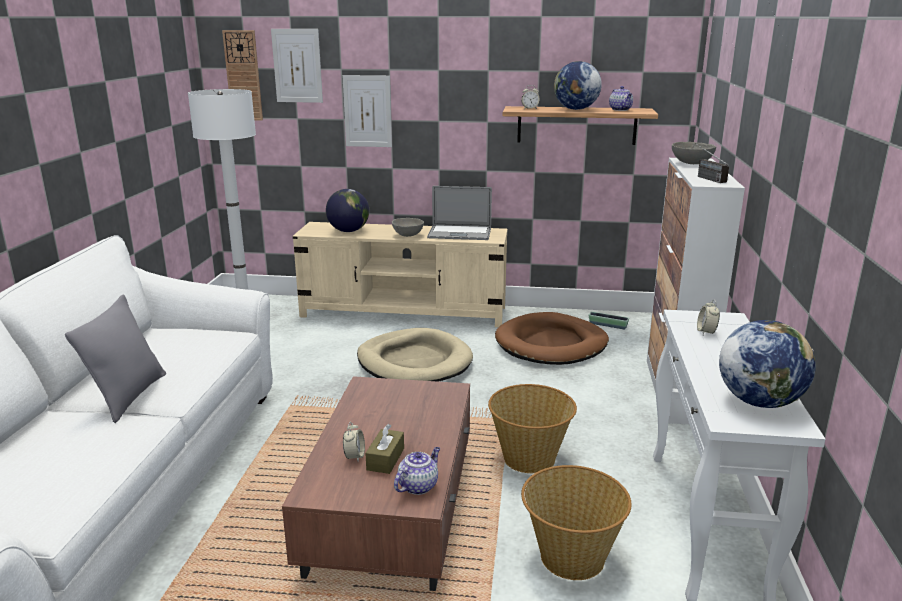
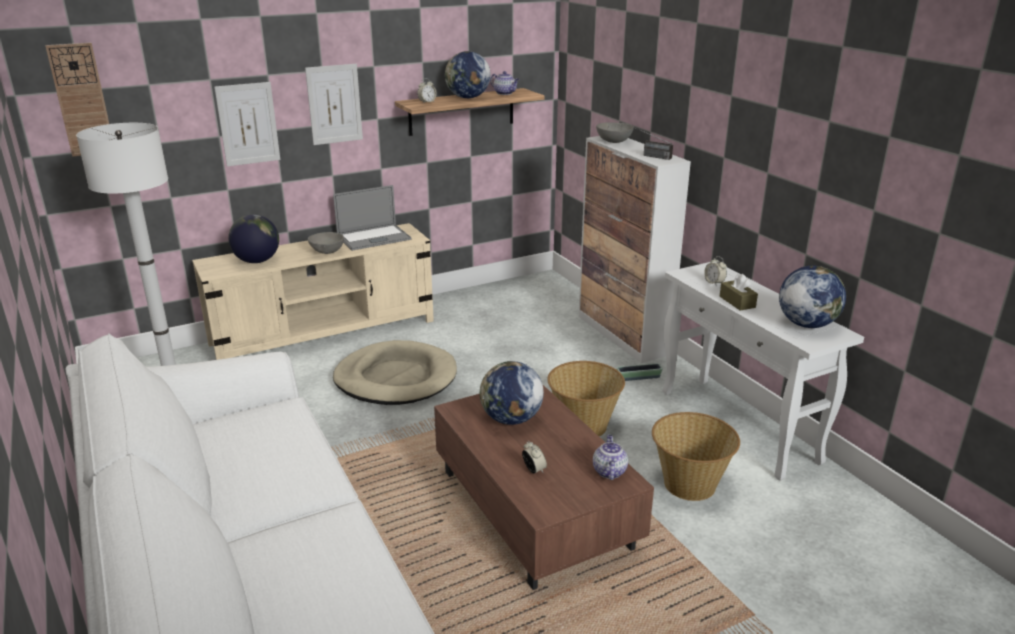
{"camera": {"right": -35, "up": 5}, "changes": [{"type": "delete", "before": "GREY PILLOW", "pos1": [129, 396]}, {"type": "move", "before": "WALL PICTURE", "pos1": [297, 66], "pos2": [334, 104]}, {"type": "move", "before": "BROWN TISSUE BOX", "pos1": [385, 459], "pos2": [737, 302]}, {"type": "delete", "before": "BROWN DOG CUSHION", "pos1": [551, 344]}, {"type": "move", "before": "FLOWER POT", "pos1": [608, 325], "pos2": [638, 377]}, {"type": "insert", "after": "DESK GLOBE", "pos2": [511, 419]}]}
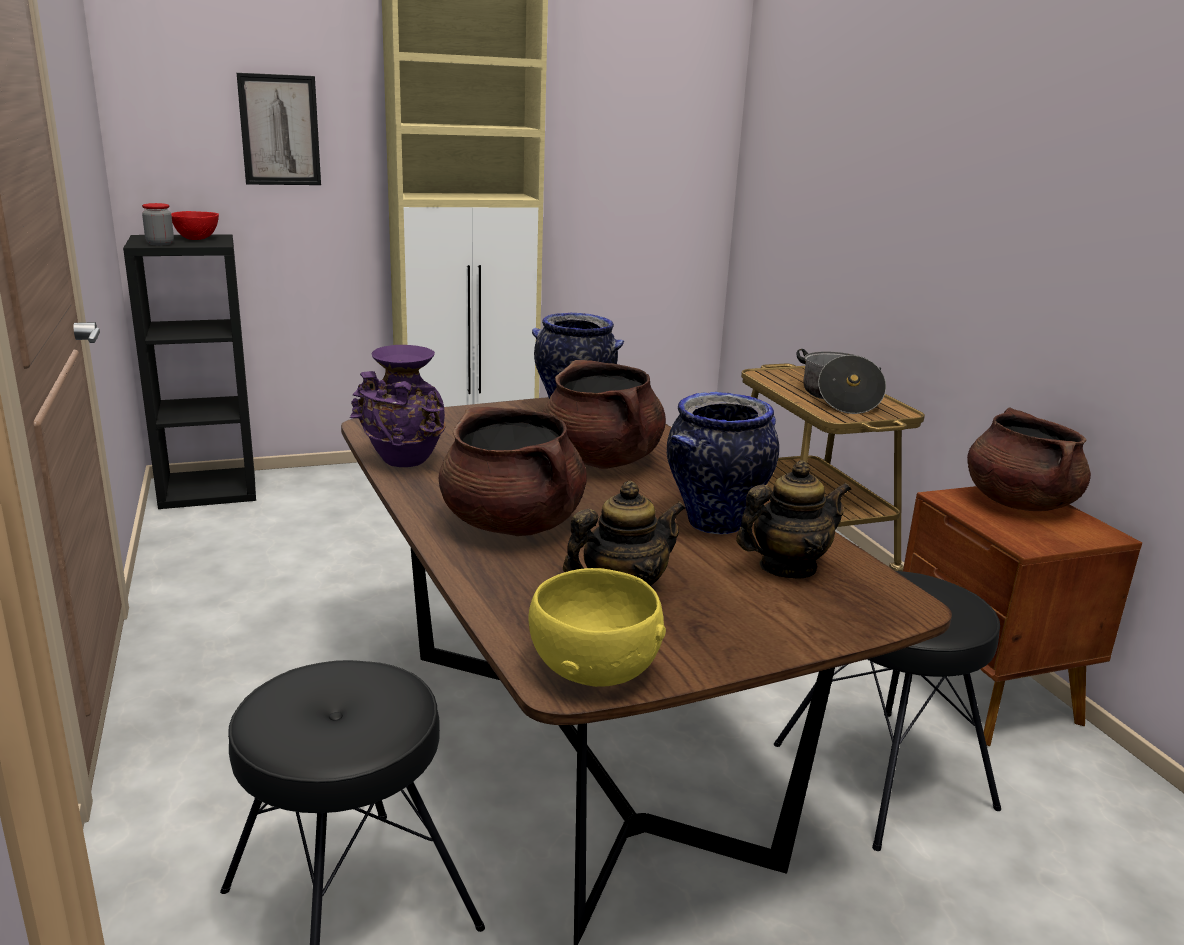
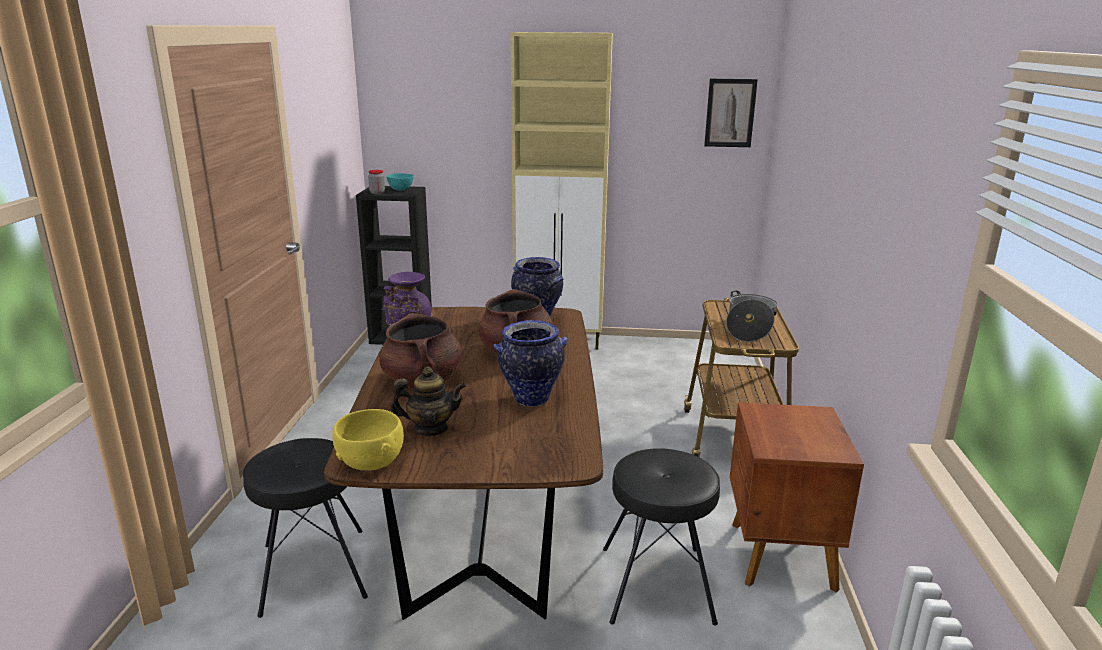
{"camera": {"right": 25, "up": 0}, "changes": [{"type": "recolor", "before": "RED-COLOURED SERVING BOWL", "after": "TURQUOISE SERVING BOWL", "pos1": [197, 239], "pos2": [401, 190]}, {"type": "move", "before": "WALL PICTURE", "pos1": [280, 130], "pos2": [730, 113]}, {"type": "delete", "before": "POT FOR TEA", "pos1": [787, 567]}, {"type": "delete", "before": "BROWN SAUCEPOT", "pos1": [1018, 502]}]}
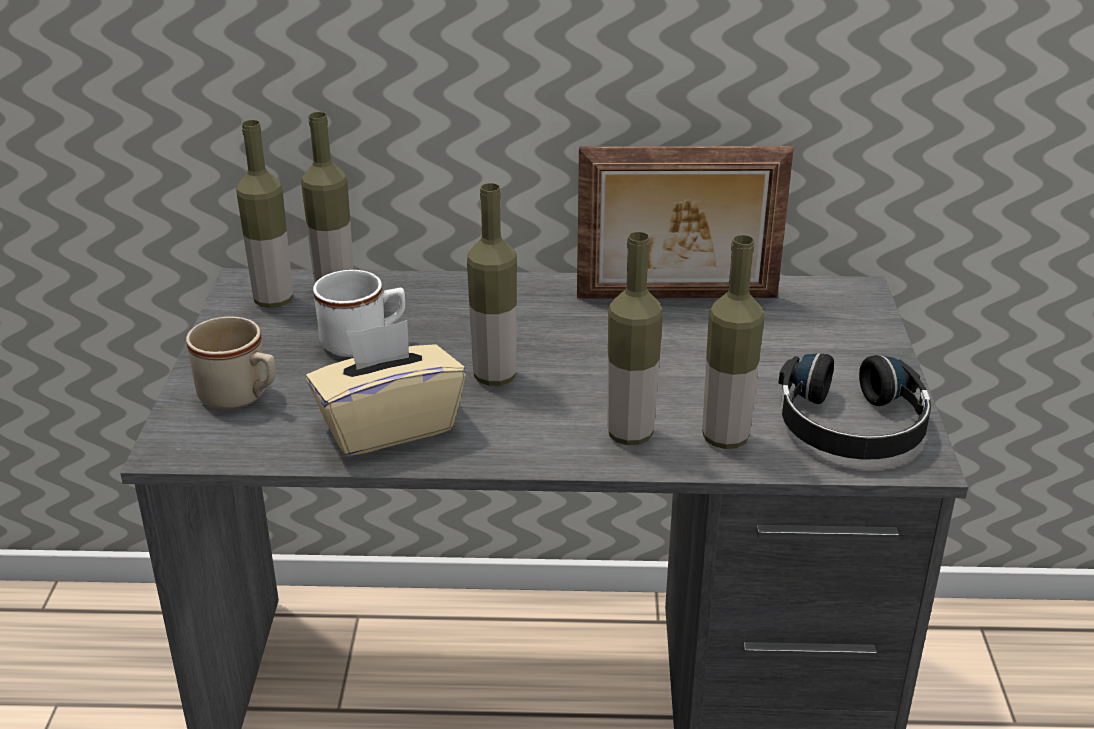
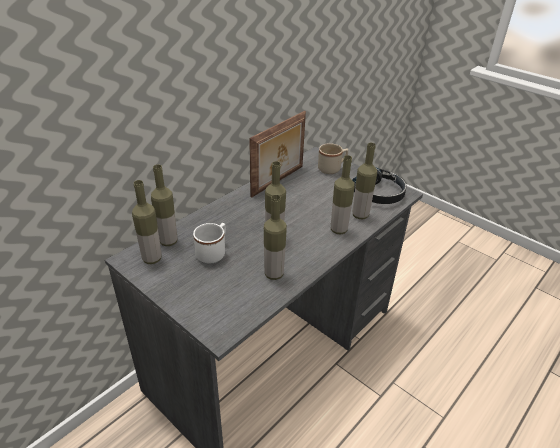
{"camera": {"right": -50, "up": 5}, "changes": [{"type": "move", "before": "BEIGE MUG", "pos1": [241, 397], "pos2": [332, 168]}, {"type": "replace", "before": "BEIGE TISSUE BOX", "after": "BOTTLE", "pos1": [388, 426], "pos2": [274, 274]}]}
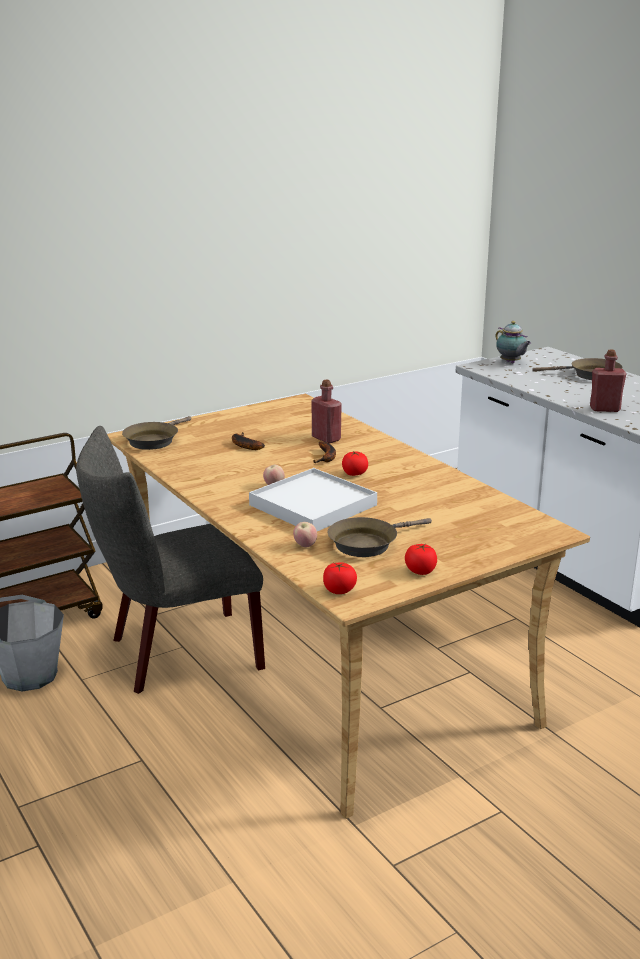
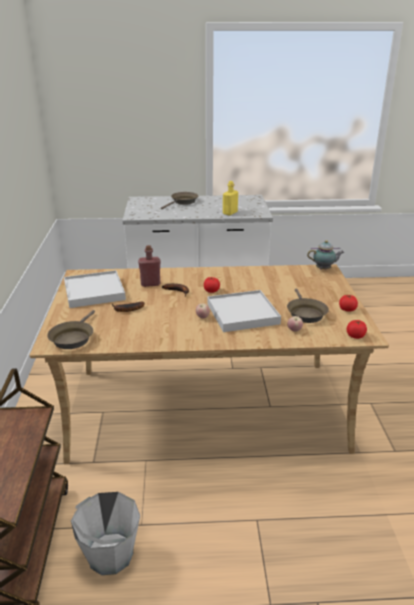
{"camera": {"right": -60, "up": 5}, "changes": [{"type": "delete", "before": "GREY PLAIN CHAIR", "pos1": [176, 654]}, {"type": "rotate", "before": "BROWN FRYING PAN", "pos1": [154, 440], "pos2": [73, 338], "turn": 45}, {"type": "move", "before": "POT FOR TEA", "pos1": [511, 363], "pos2": [324, 269]}, {"type": "recolor", "before": "RED-COLOURED BOTTLE", "after": "YELLOWISH BOTTLE", "pos1": [605, 409], "pos2": [230, 213]}, {"type": "insert", "after": "WHITISH CARRYING TRAY", "pos2": [94, 292]}]}
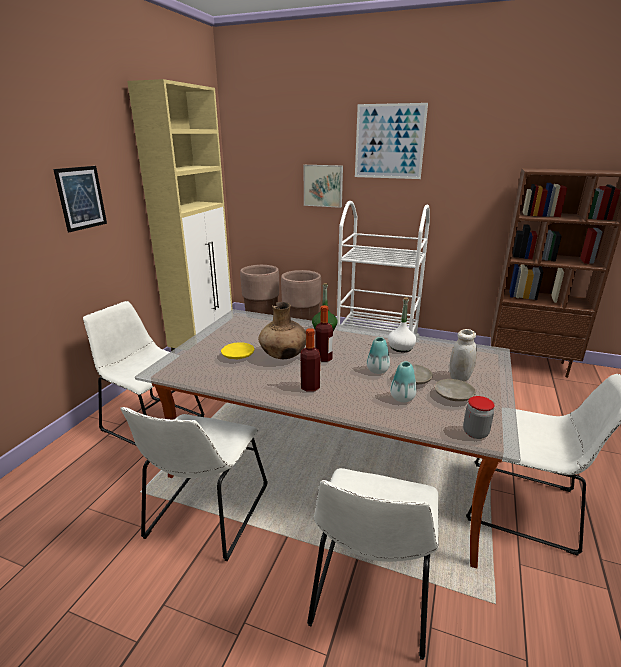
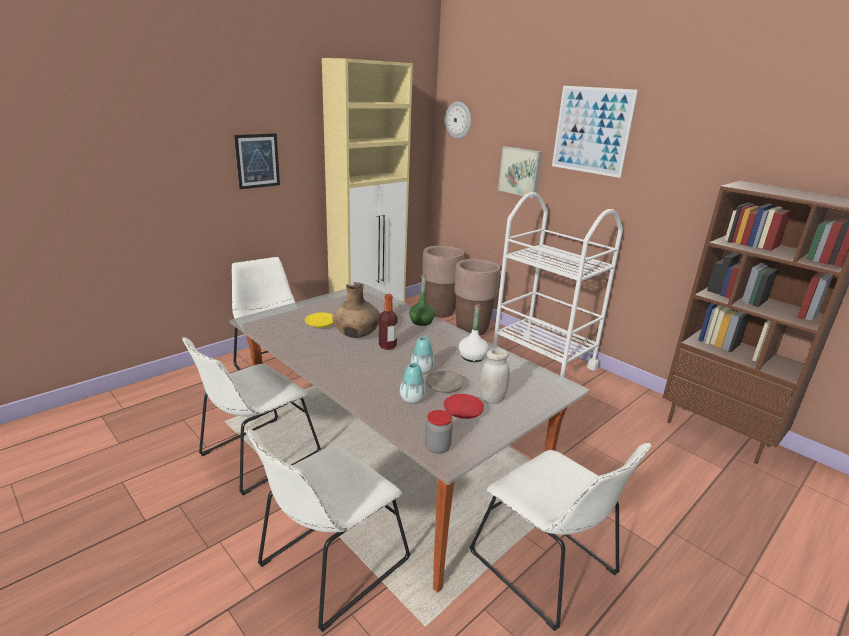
{"camera": {"right": 25, "up": 0}, "changes": [{"type": "delete", "before": "BOTTLE", "pos1": [310, 387]}, {"type": "recolor", "before": "BEIGE DINNER PLATE", "after": "RED-COLOURED DINNER PLATE", "pos1": [453, 395], "pos2": [462, 412]}, {"type": "insert", "after": "CLOCK ON THE WALL", "pos2": [458, 120]}]}
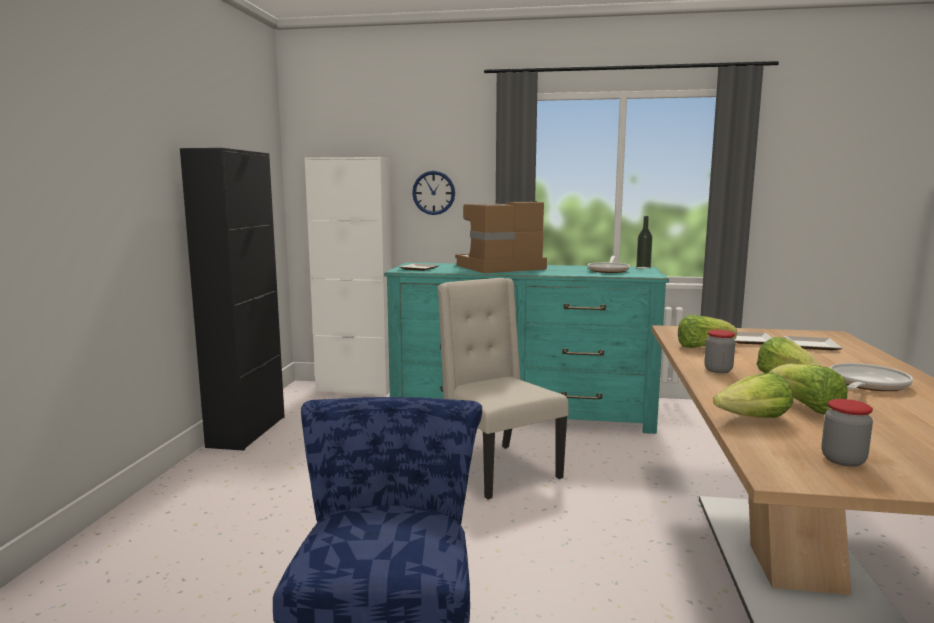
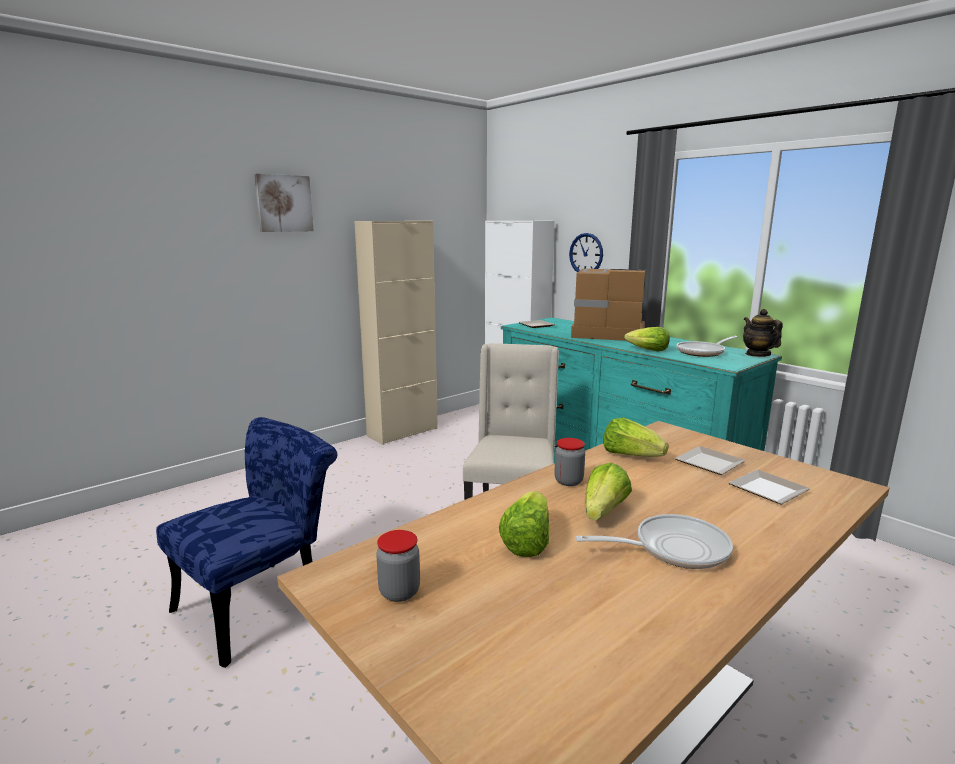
{"camera": {"right": 40, "up": 5}, "changes": [{"type": "recolor", "before": "BLACKISH CABINET", "after": "BEIGE CABINET", "pos1": [247, 431], "pos2": [402, 432]}, {"type": "replace", "before": "BOTTLE", "after": "POT FOR TEA", "pos1": [643, 268], "pos2": [757, 354]}, {"type": "move", "before": "LETTUCE HEAD", "pos1": [754, 419], "pos2": [647, 350]}, {"type": "insert", "after": "WALL PICTURE", "pos2": [284, 203]}]}
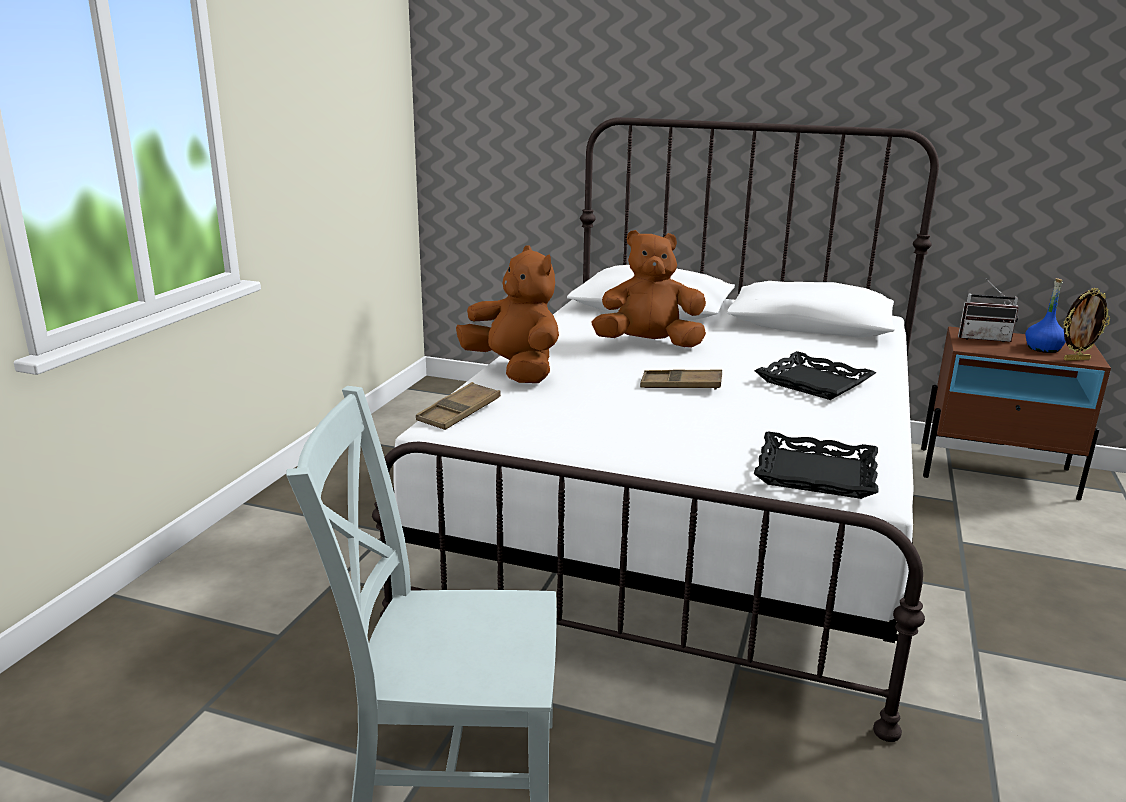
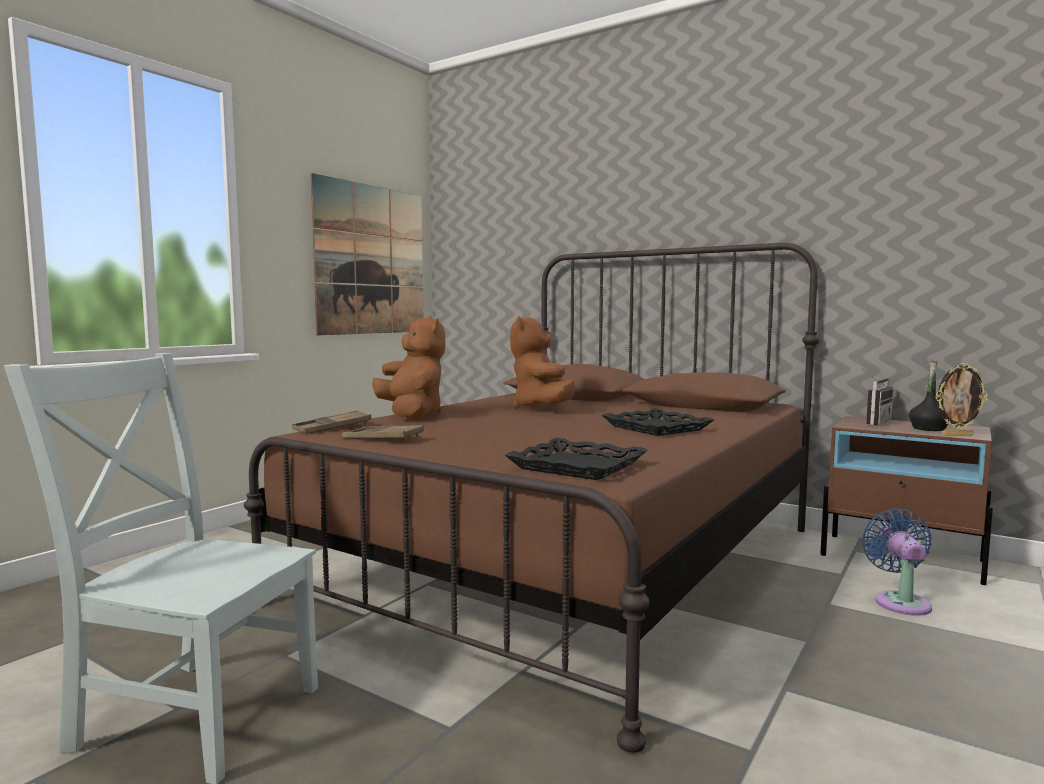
{"camera": {"right": 15, "up": -15}, "changes": [{"type": "recolor", "before": "WHITISH BED", "after": "BROWN BED", "pos1": [687, 515], "pos2": [569, 562]}, {"type": "rotate", "before": "BROWN SOFT TOY", "pos1": [648, 345], "pos2": [542, 408], "turn": -105}, {"type": "move", "before": "BROWN CARRYING TRAY", "pos1": [681, 385], "pos2": [382, 439]}, {"type": "rotate", "before": "RADIO RECEIVER", "pos1": [983, 338], "pos2": [872, 422], "turn": -75}, {"type": "recolor", "before": "BLUE-COLOURED BOTTLE", "after": "BLACKISH BOTTLE", "pos1": [1043, 348], "pos2": [928, 429]}, {"type": "insert", "after": "WALL PICTURE", "pos2": [371, 260]}, {"type": "insert", "after": "BLUE-COLOURED ELECTRIC FAN", "pos2": [900, 601]}]}
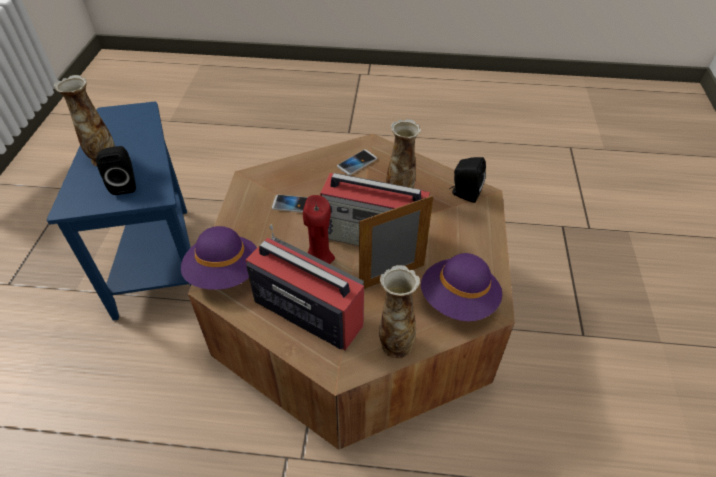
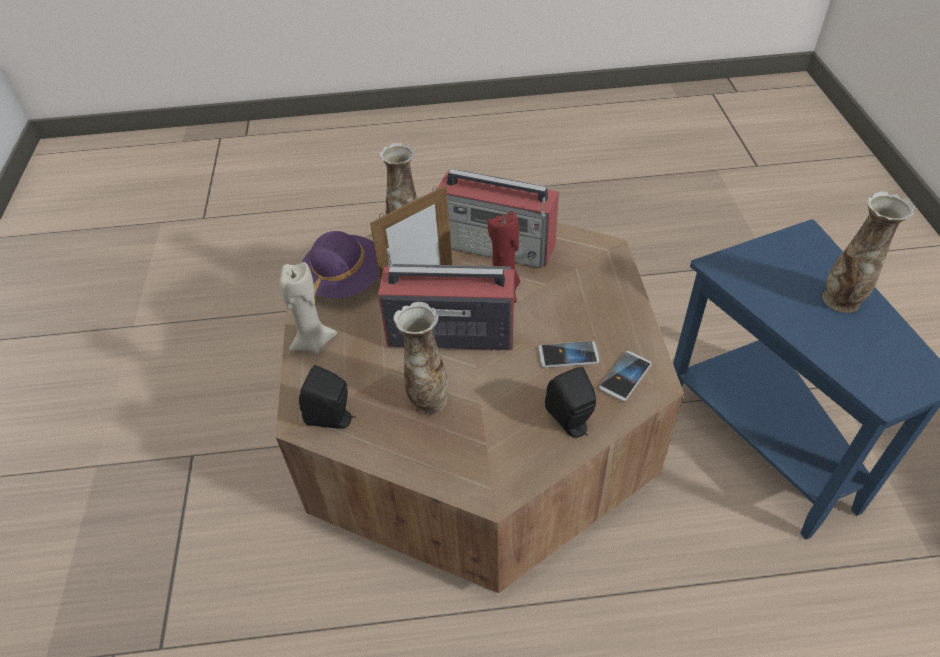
{"camera": {"right": 170, "up": 0}, "changes": [{"type": "move", "before": "BLACKISH SPEAKER", "pos1": [125, 184], "pos2": [571, 422]}, {"type": "delete", "before": "PURPLE HAT", "pos1": [224, 273]}, {"type": "move", "before": "HANDSET", "pos1": [357, 163], "pos2": [625, 377]}, {"type": "insert", "after": "BEIGE CANDLE", "pos2": [313, 342]}]}
